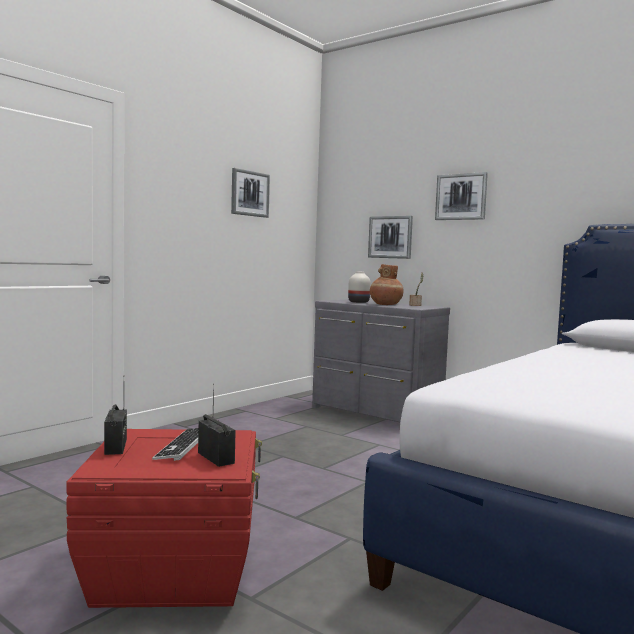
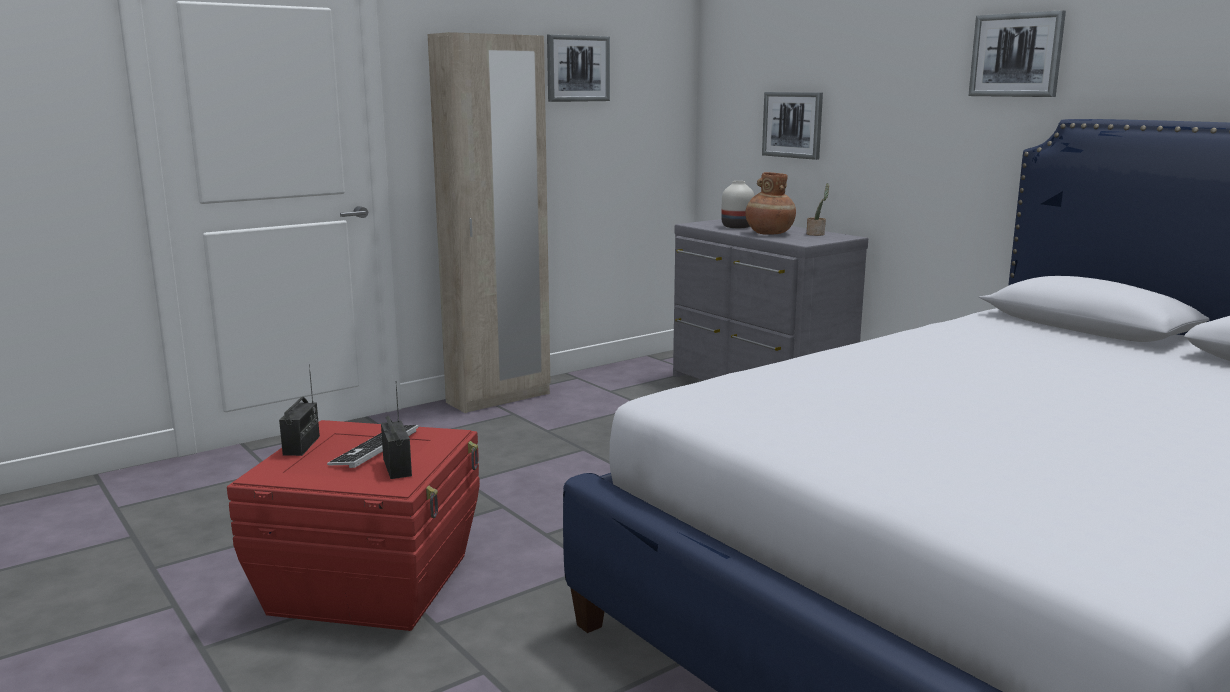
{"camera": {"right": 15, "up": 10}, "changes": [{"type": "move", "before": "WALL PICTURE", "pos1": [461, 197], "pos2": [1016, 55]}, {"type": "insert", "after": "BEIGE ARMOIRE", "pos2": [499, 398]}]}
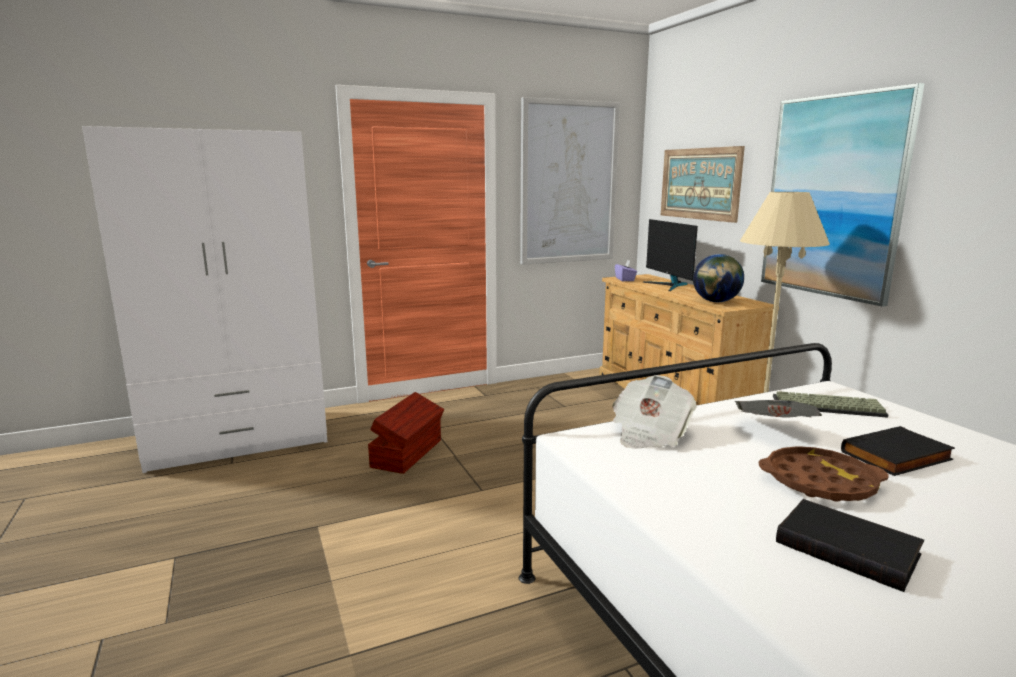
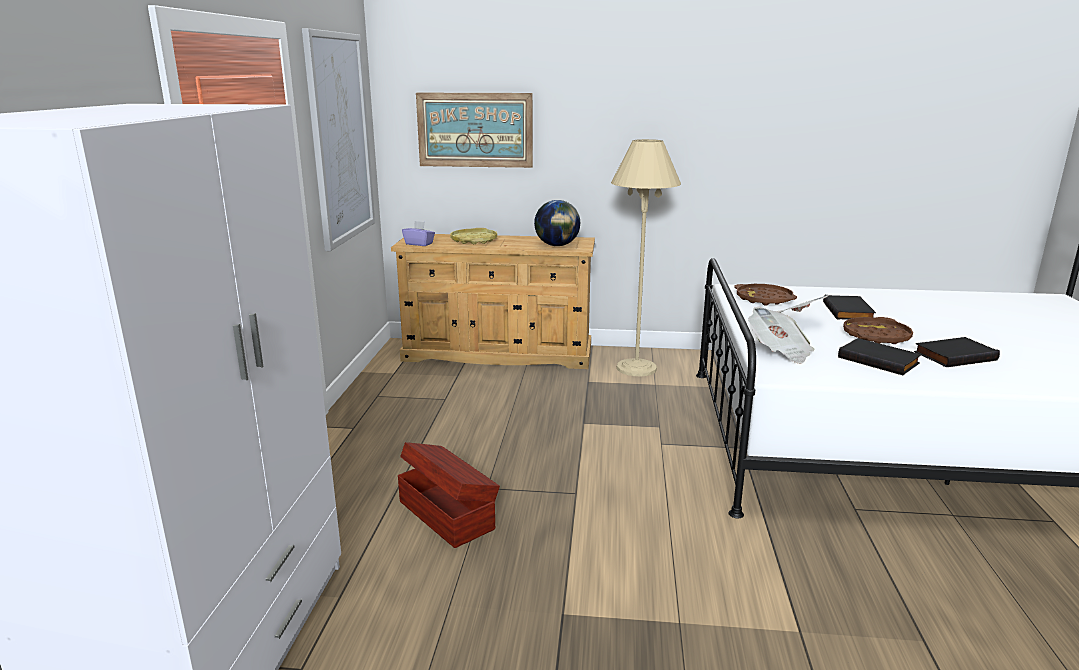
{"camera": {"right": -60, "up": 5}, "changes": [{"type": "replace", "before": "MONITOR", "after": "YELLOWISH CARRYING TRAY", "pos1": [669, 285], "pos2": [474, 240]}, {"type": "delete", "before": "WALL PICTURE", "pos1": [833, 196]}, {"type": "replace", "before": "COMPUTER KEYBOARD", "after": "BROWN CARRYING TRAY", "pos1": [827, 407], "pos2": [764, 299]}, {"type": "insert", "after": "BLACKISH VOLUME", "pos2": [879, 360]}]}
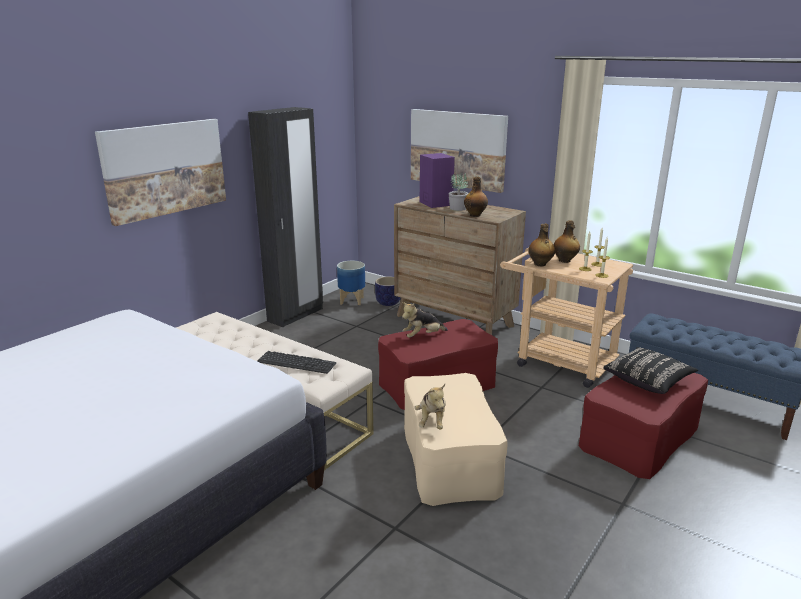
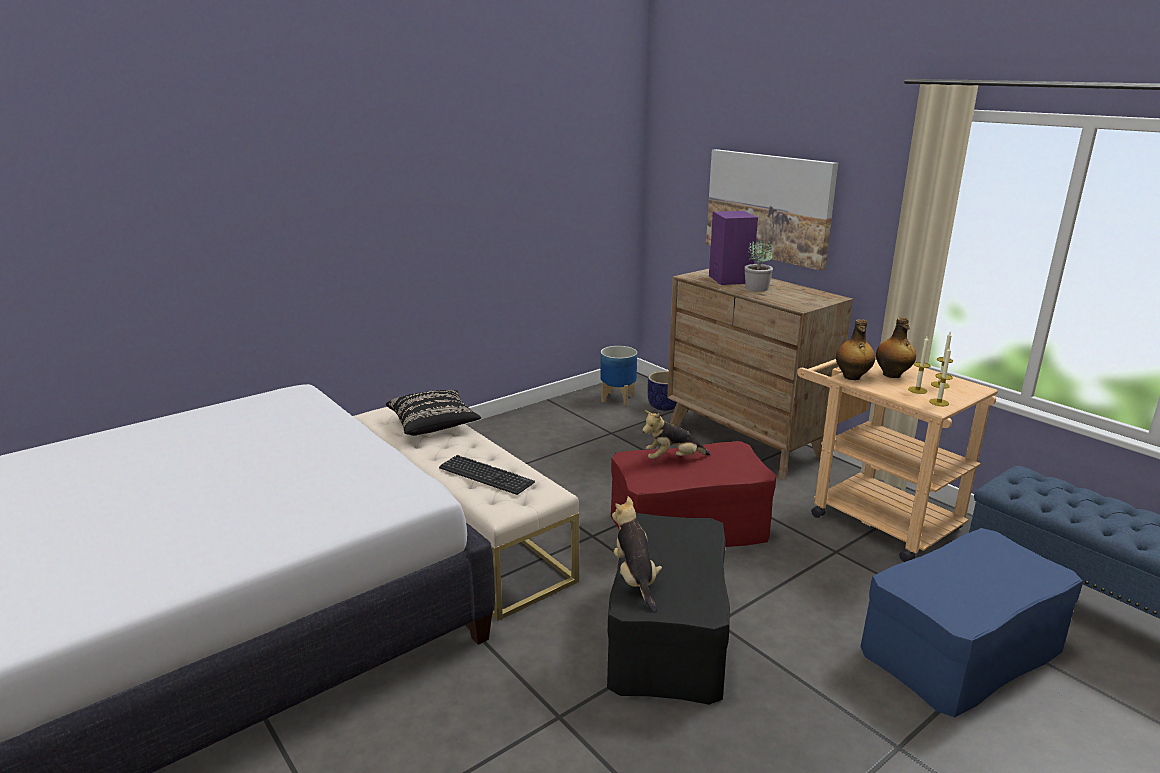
{"camera": {"right": 15, "up": 0}, "changes": [{"type": "delete", "before": "WALL PICTURE", "pos1": [165, 169]}, {"type": "delete", "before": "BLACKISH ARMOIRE", "pos1": [296, 315]}, {"type": "recolor", "before": "BEIGE FOOTREST", "after": "BLACKISH FOOTREST", "pos1": [450, 459], "pos2": [667, 634]}, {"type": "rotate", "before": "SOFT TOY", "pos1": [432, 421], "pos2": [635, 579], "turn": 150}, {"type": "delete", "before": "BOTTLE", "pos1": [475, 215]}, {"type": "recolor", "before": "RED-COLOURED FOOTREST", "after": "BLUE-COLOURED FOOTREST", "pos1": [639, 437], "pos2": [960, 650]}, {"type": "move", "before": "BLACKISH PILLOW", "pos1": [648, 381], "pos2": [433, 425]}]}
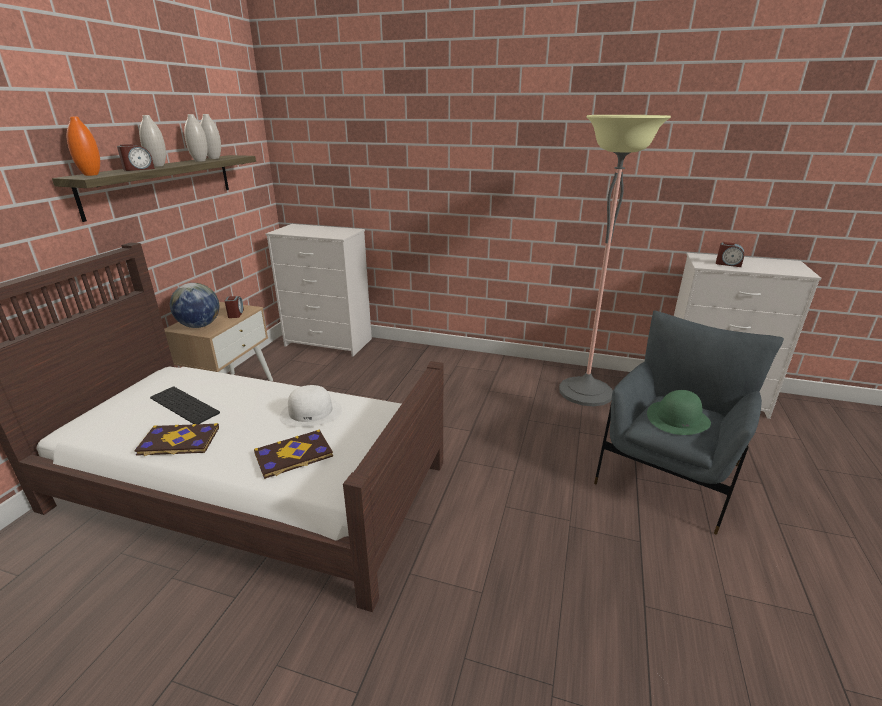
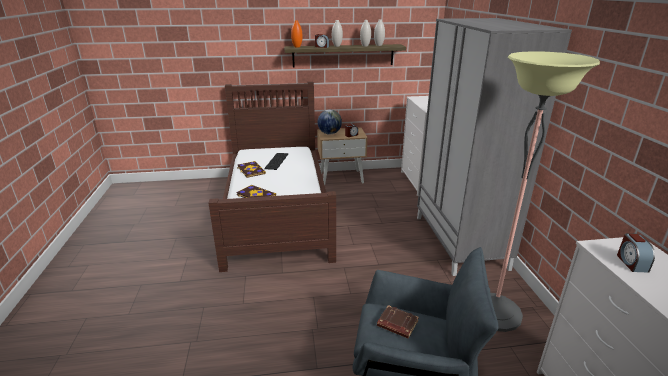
{"camera": {"right": 65, "up": 0}, "changes": [{"type": "delete", "before": "WHITISH HAT", "pos1": [311, 412]}, {"type": "replace", "before": "GREENISH HAT", "after": "BROWN VOLUME", "pos1": [678, 418], "pos2": [396, 324]}, {"type": "insert", "after": "GREY ARMOIRE", "pos2": [460, 242]}]}
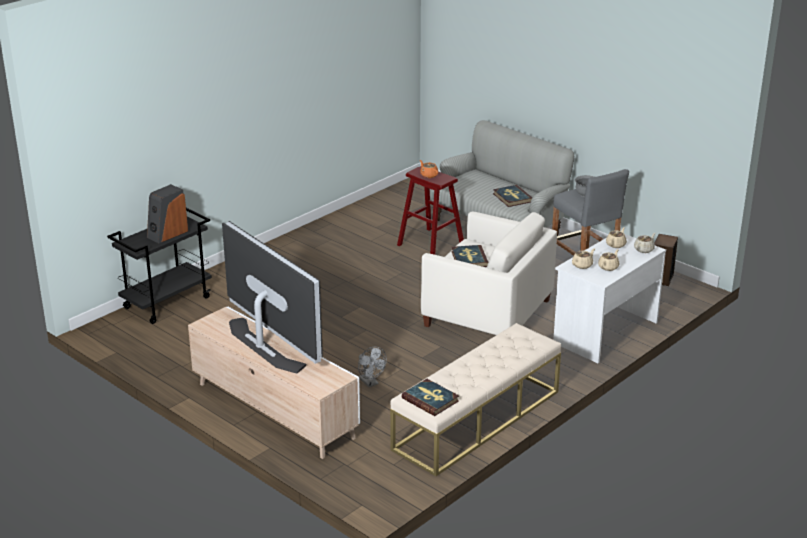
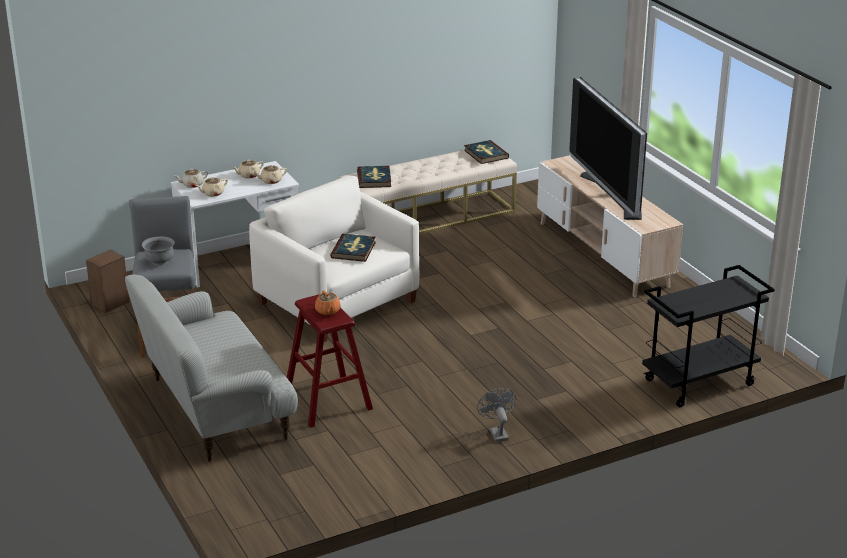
{"camera": {"right": -160, "up": 0}, "changes": [{"type": "delete", "before": "SPEAKER", "pos1": [167, 234]}, {"type": "move", "before": "GREY ELECTRIC FAN", "pos1": [370, 383], "pos2": [497, 433]}, {"type": "move", "before": "VOLUME", "pos1": [512, 198], "pos2": [374, 179]}]}
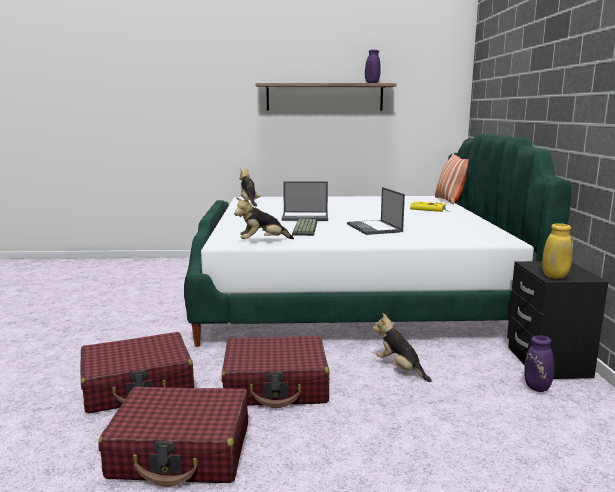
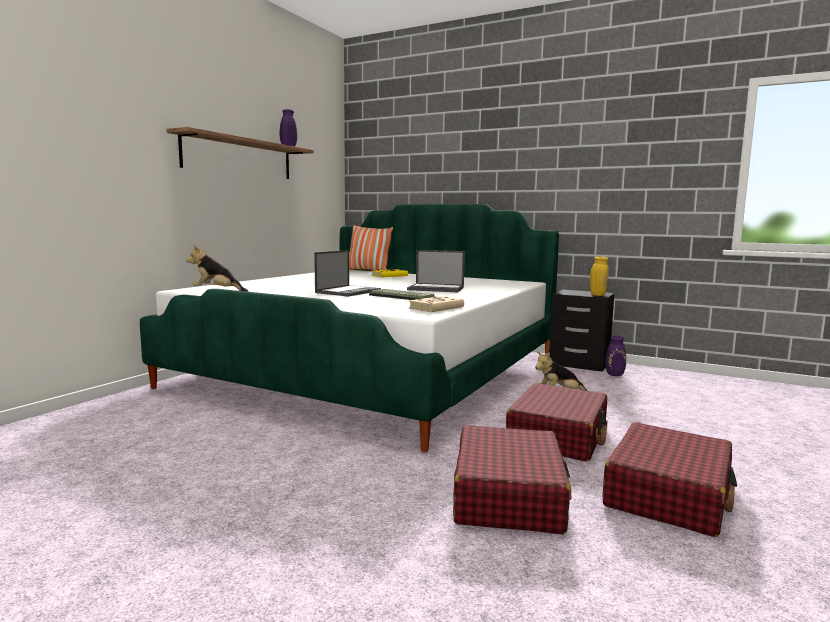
{"camera": {"right": -60, "up": -5}, "changes": [{"type": "replace", "before": "SOFT TOY", "after": "BEIGE VOLUME", "pos1": [262, 242], "pos2": [437, 308]}]}
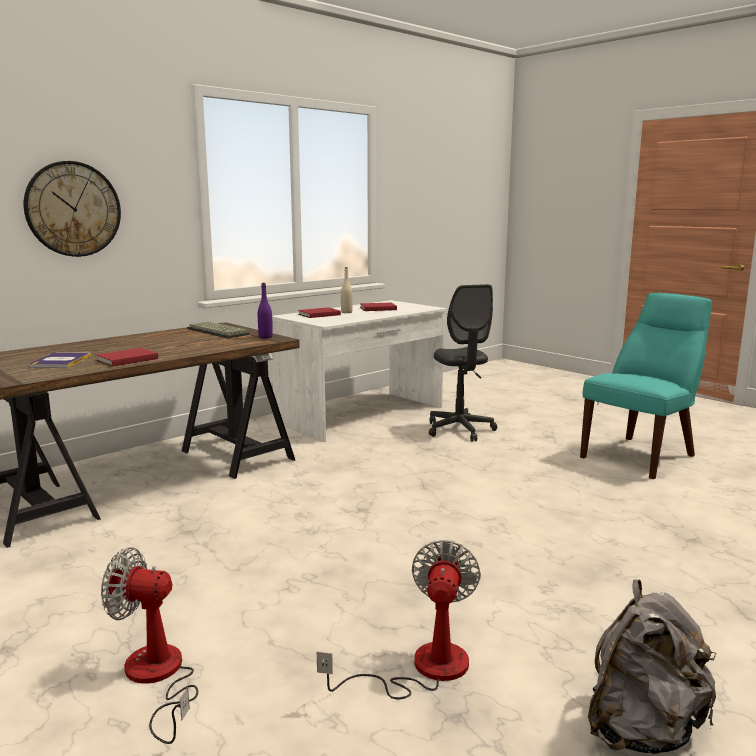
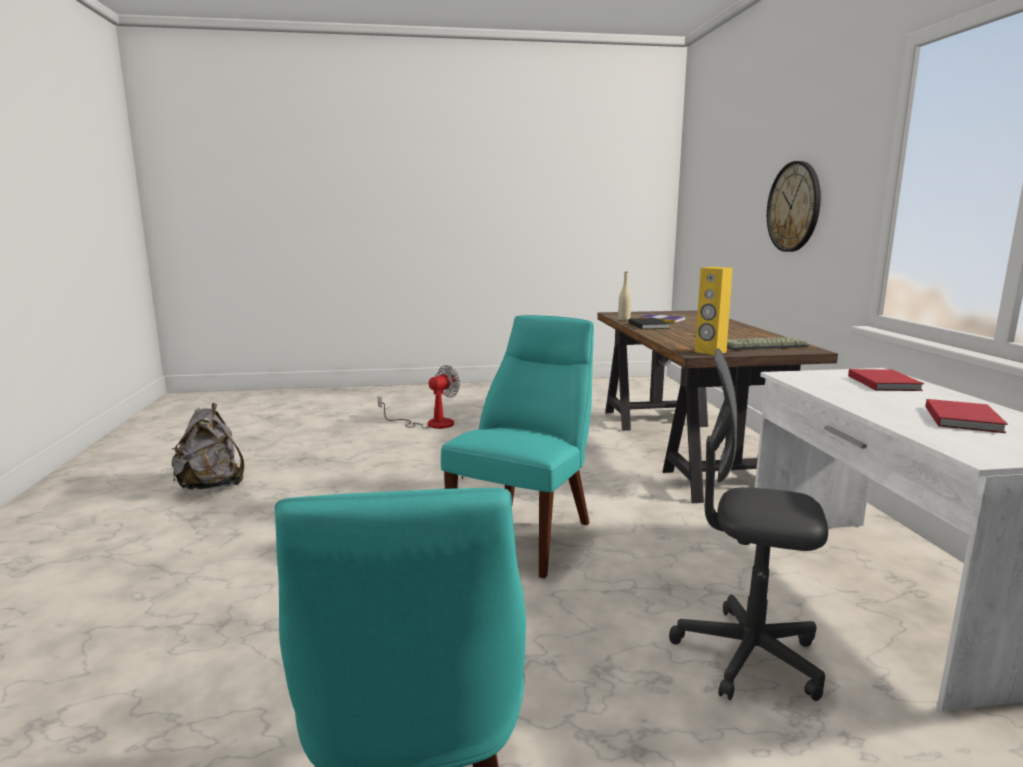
{"camera": {"right": 125, "up": 0}, "changes": [{"type": "recolor", "before": "RED-COLOURED VOLUME", "after": "BLACKISH VOLUME", "pos1": [125, 359], "pos2": [648, 325]}, {"type": "replace", "before": "PURPLE BOTTLE", "after": "YELLOWISH SPEAKER", "pos1": [265, 337], "pos2": [710, 352]}, {"type": "delete", "before": "ELECTRIC FAN", "pos1": [422, 669]}, {"type": "move", "before": "BEIGE BOTTLE", "pos1": [346, 312], "pos2": [624, 319]}, {"type": "insert", "after": "TURQUOISE PLAIN CHAIR", "pos2": [526, 534]}]}
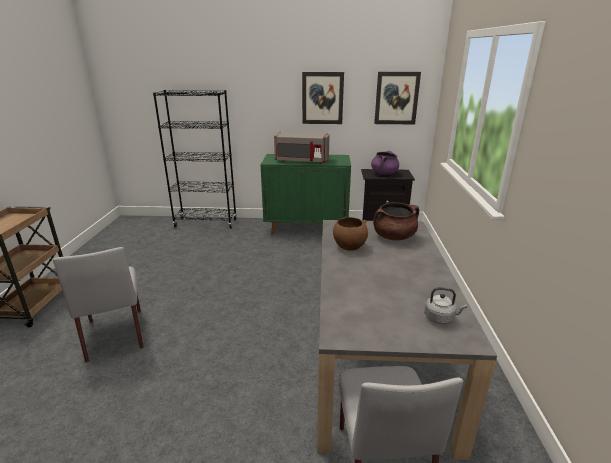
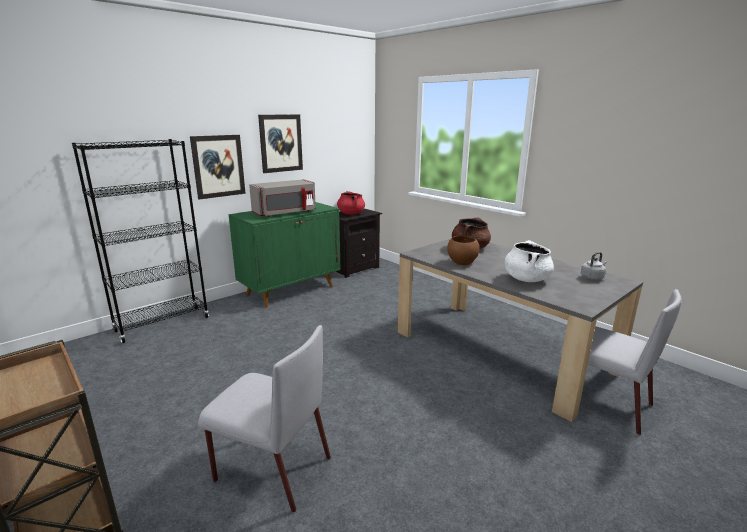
{"camera": {"right": -45, "up": -5}, "changes": [{"type": "recolor", "before": "PURPLE SAUCEPOT", "after": "RED-COLOURED SAUCEPOT", "pos1": [384, 173], "pos2": [351, 213]}, {"type": "move", "before": "WALL PICTURE", "pos1": [396, 98], "pos2": [218, 166]}, {"type": "insert", "after": "WHITISH SAUCEPOT", "pos2": [526, 279]}]}
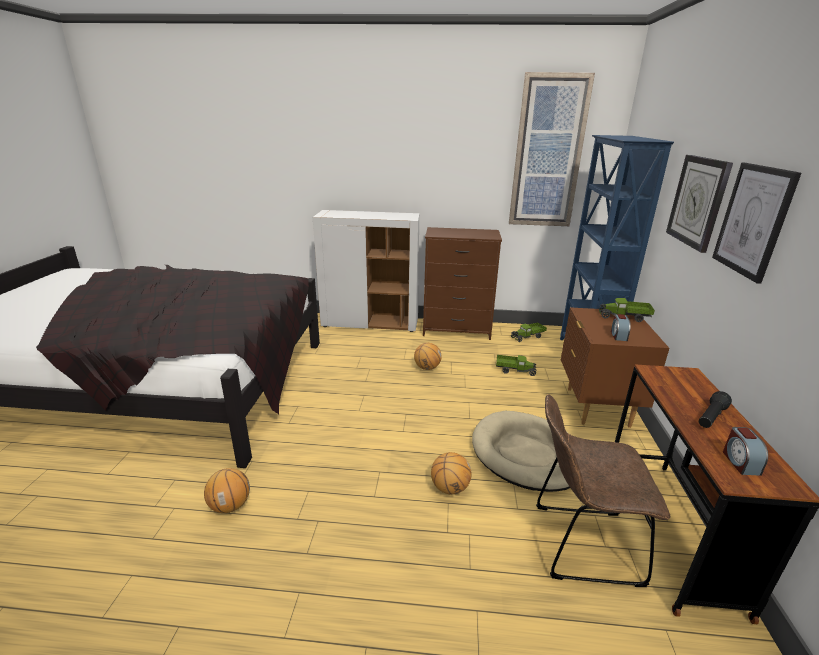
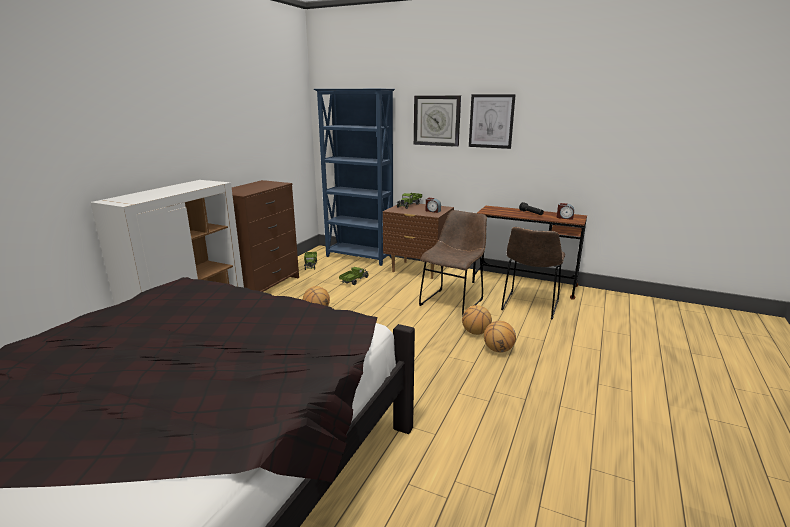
{"camera": {"right": -70, "up": -5}, "changes": [{"type": "move", "before": "BASKETBALL BALL", "pos1": [230, 505], "pos2": [498, 350]}, {"type": "replace", "before": "BEIGE DOG CUSHION", "after": "BROWN PLAIN CHAIR", "pos1": [526, 454], "pos2": [453, 301]}, {"type": "delete", "before": "WALL PICTURE", "pos1": [548, 153]}]}
